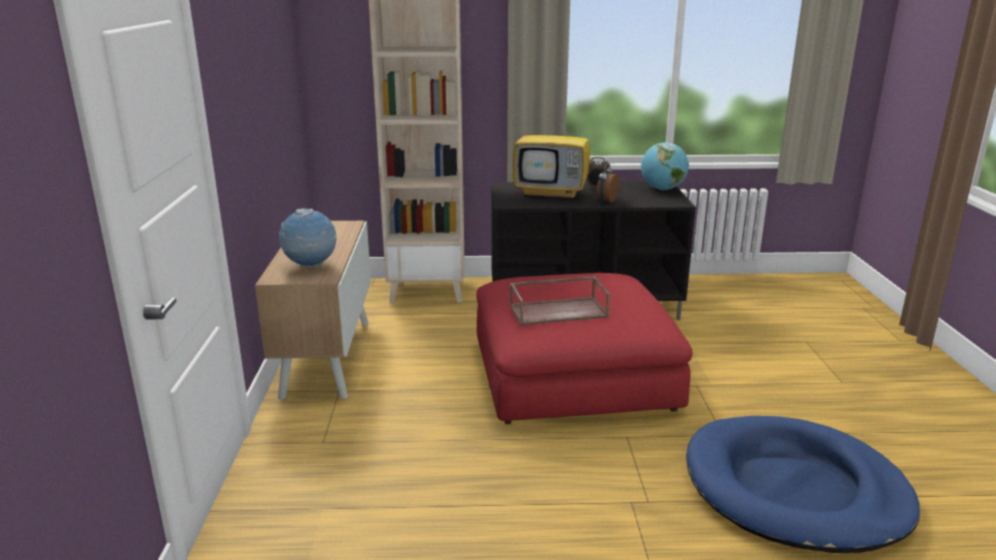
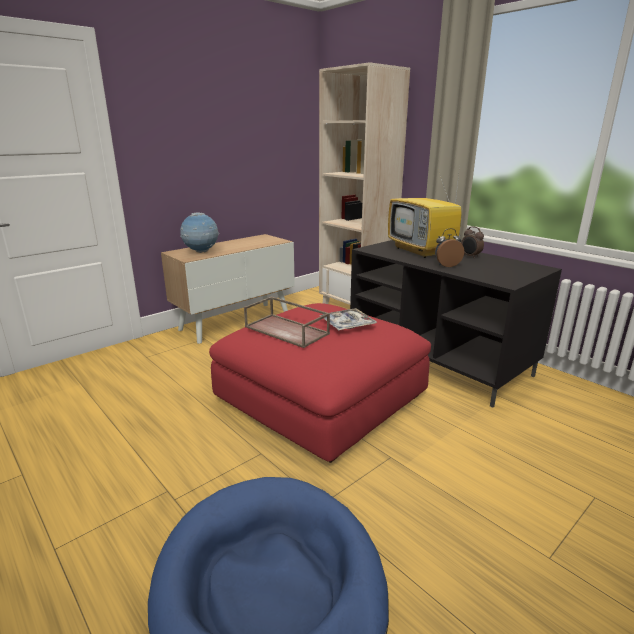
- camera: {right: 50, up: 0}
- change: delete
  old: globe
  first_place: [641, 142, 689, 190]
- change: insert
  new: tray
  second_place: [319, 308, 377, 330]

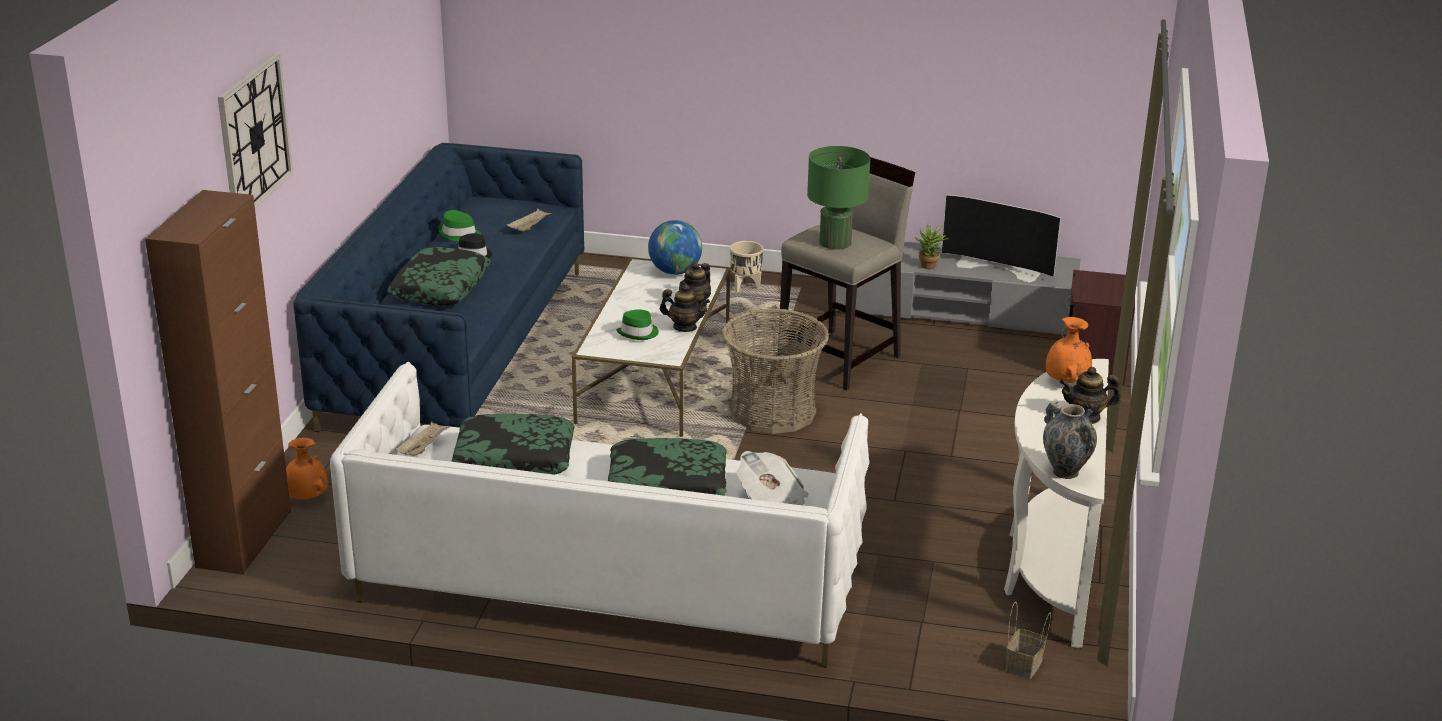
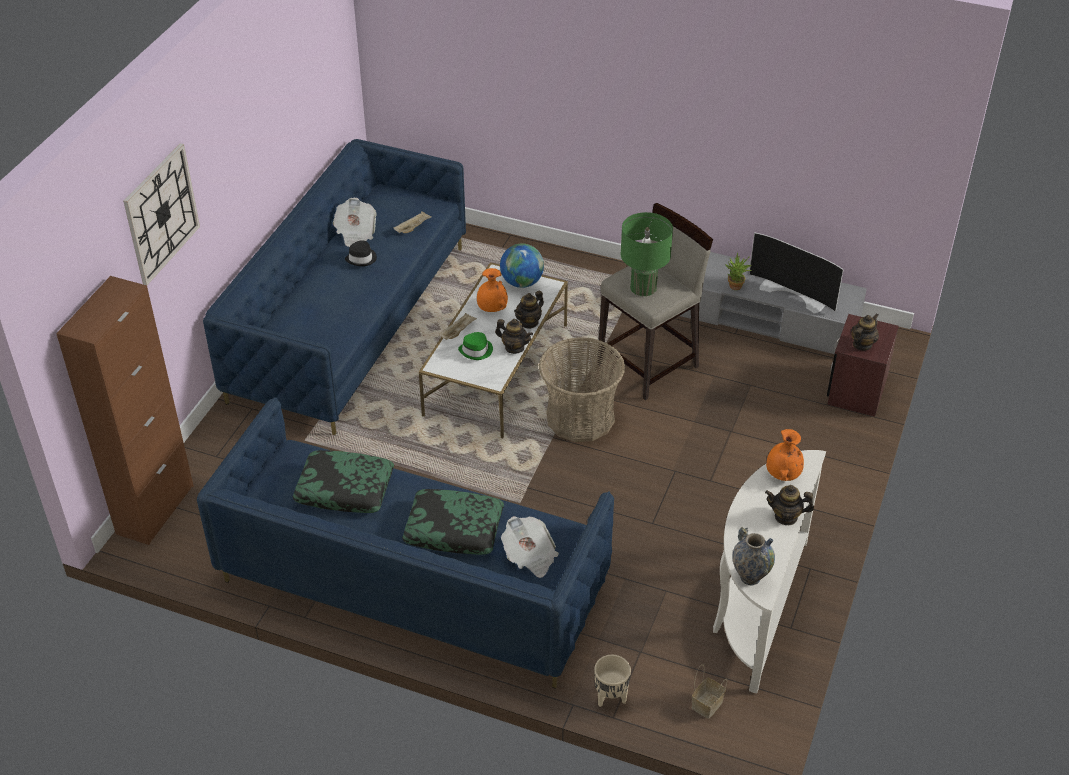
- camera: {right: 10, up: 15}
- change: move
  old: flower vase (orangey)
  first_place: [286, 438, 328, 499]
  second_place: [477, 268, 508, 312]
- change: recolor
  old: couch (white)
  new: couch (blue-coloured)
  first_place: [330, 362, 869, 668]
  second_place: [197, 398, 614, 689]
- change: delete
  old: throw pillow
  first_place: [387, 247, 490, 306]
- change: move
  old: tray (beige)
  first_place: [395, 422, 450, 456]
  second_place: [439, 313, 477, 340]
- change: replace
  old: hat (green)
  new: newspaper
  first_place: [438, 210, 481, 241]
  second_place: [333, 198, 377, 247]
- change: move
  old: planter (beige)
  first_place: [730, 241, 763, 292]
  second_place: [594, 655, 631, 707]
- change: insert
  new: teapot
  second_place: [851, 313, 879, 351]

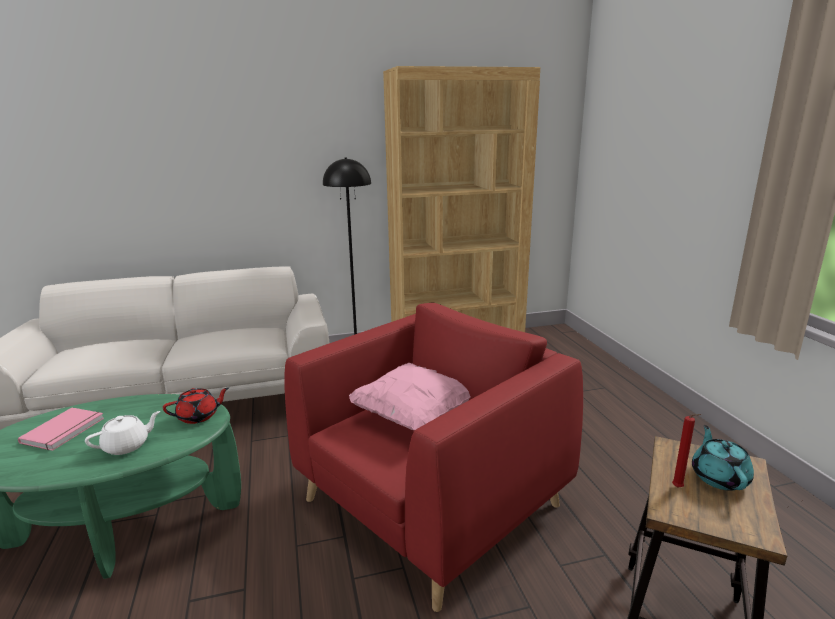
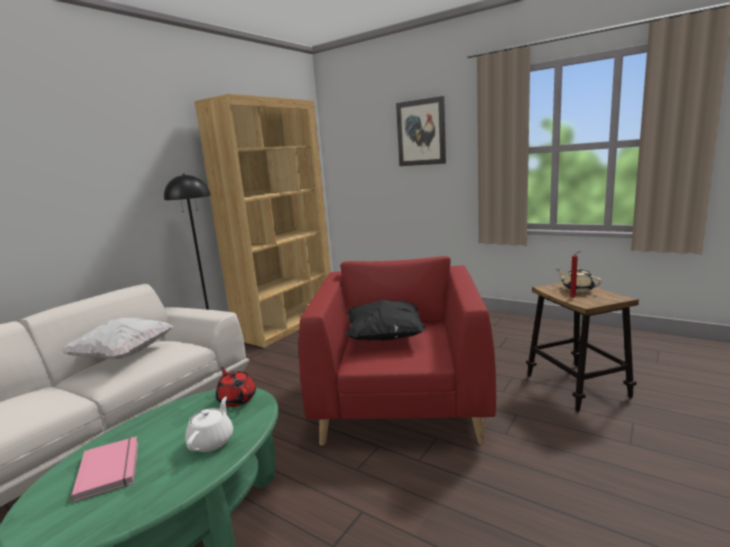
- camera: {right: -40, up: -5}
- change: rotate
  old: teapot (red-coloured)
  first_place: [163, 387, 229, 424]
  second_place: [216, 367, 256, 407]
  degrees: -60
- change: recolor
  old: throw pillow (pinkish)
  new: throw pillow (black-coloured)
  first_place: [349, 363, 470, 430]
  second_place: [346, 300, 425, 341]
- change: recolor
  old: teapot (turquoise)
  new: teapot (beige)
  first_place: [692, 425, 754, 491]
  second_place: [556, 268, 601, 293]
- change: insert
  new: throw pillow (white)
  second_place: [61, 318, 173, 359]
- change: insert
  new: picture
  second_place: [396, 96, 446, 166]

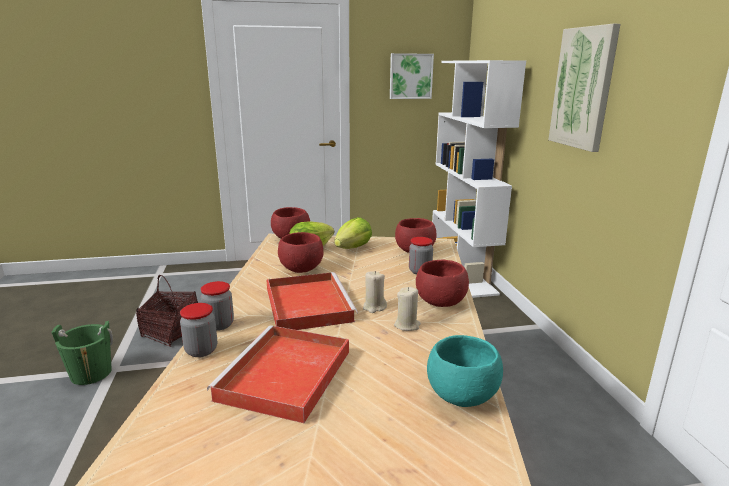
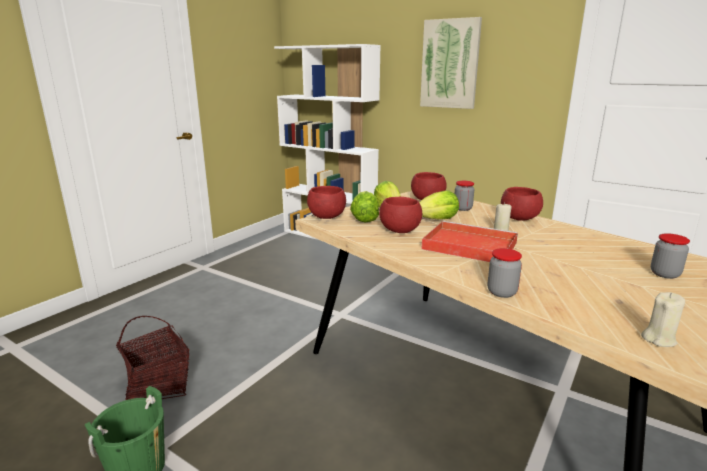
- camera: {right: -45, up: 0}
- change: move
  old: jar
  first_place: [200, 281, 234, 331]
  second_place: [651, 233, 690, 279]
- change: delete
  old: tray (red-coloured)
  first_place: [207, 325, 349, 423]
- change: delete
  old: picture
  first_place: [390, 53, 434, 99]
- change: move
  old: wax candle (beige)
  first_place: [394, 287, 421, 331]
  second_place: [641, 292, 685, 347]
- change: delete
  old: deep dish (turquoise)
  first_place: [427, 335, 503, 407]
- change: insert
  new: head of lettuce
  second_place: [419, 190, 459, 219]

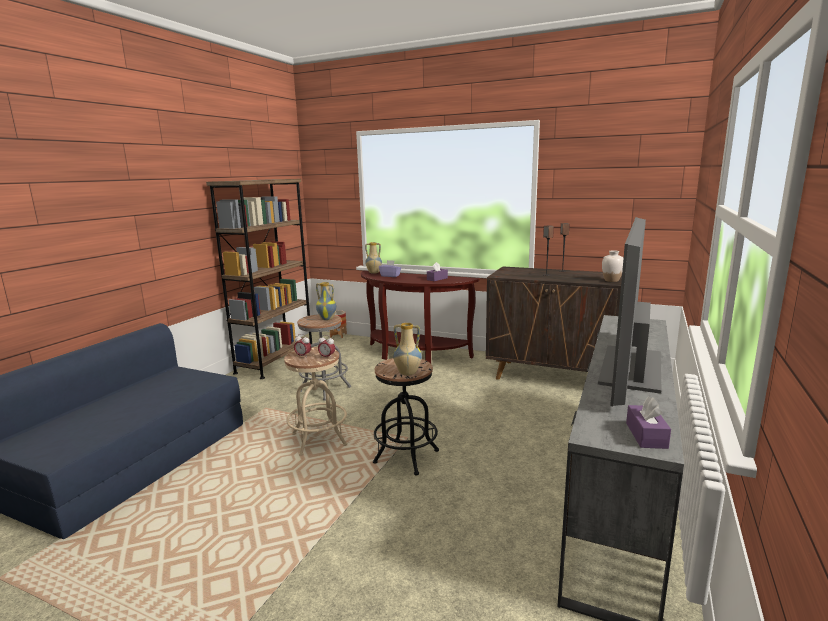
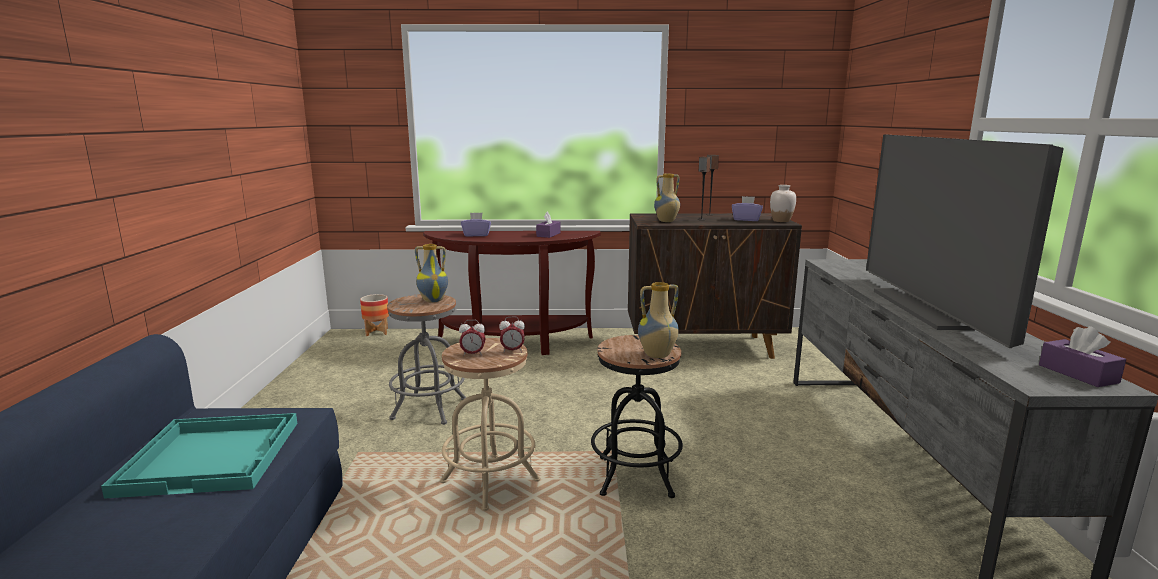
- camera: {right: -25, up: 0}
- change: delete
  old: bookshelf (brown-coloured)
  first_place: [206, 179, 312, 379]
- change: move
  old: flower vase
  first_place: [365, 242, 382, 274]
  second_place: [654, 174, 680, 222]
- change: insert
  new: tray (turquoise)
  second_place: [101, 413, 297, 499]
- change: insert
  new: box of tissues (purple)
  second_place: [732, 196, 763, 221]

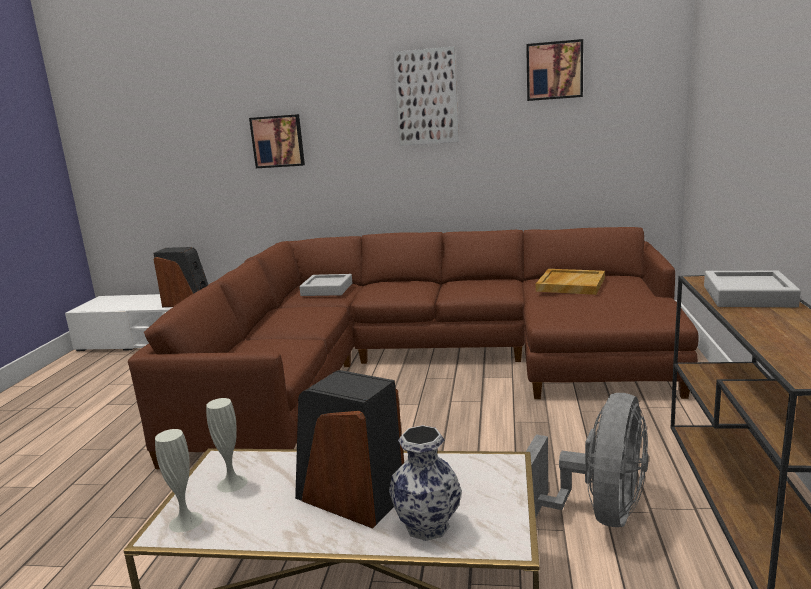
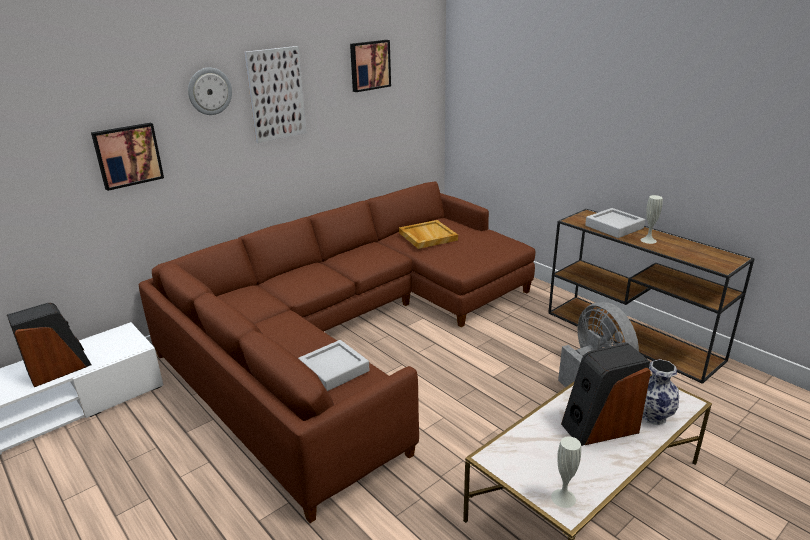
- camera: {right: -50, up: 10}
- change: move
  old: flower vase (white)
  first_place: [206, 398, 248, 492]
  second_place: [640, 195, 663, 244]
- change: move
  old: tray (grey)
  first_place: [299, 274, 352, 296]
  second_place: [298, 340, 370, 391]
- change: insert
  new: clock on the wall
  second_place: [188, 67, 232, 115]

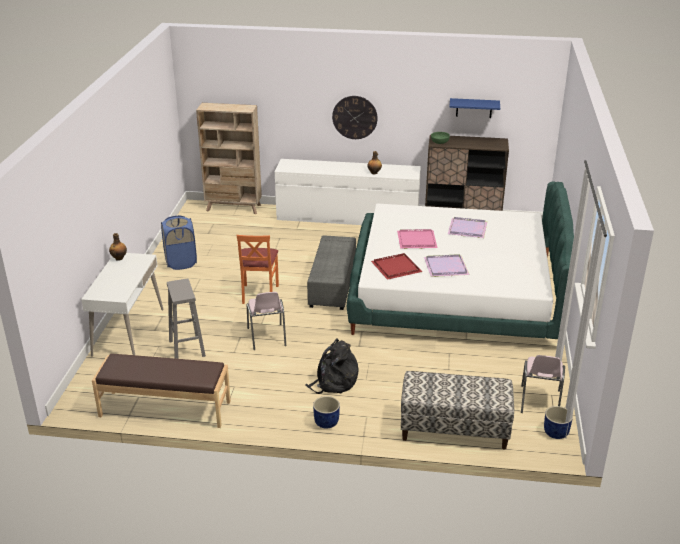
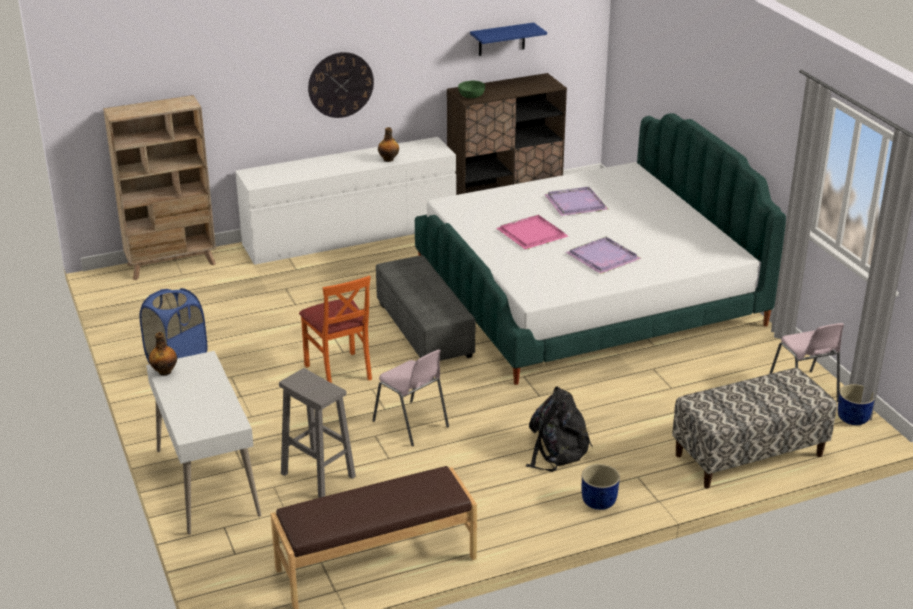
- camera: {right: -30, up: 0}
- change: delete
  old: tray (red-coloured)
  first_place: [371, 253, 422, 280]

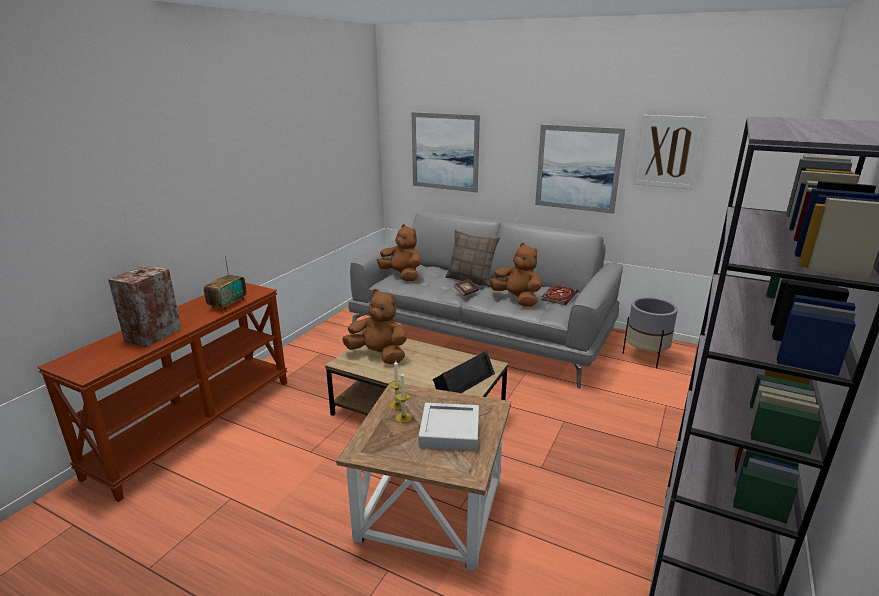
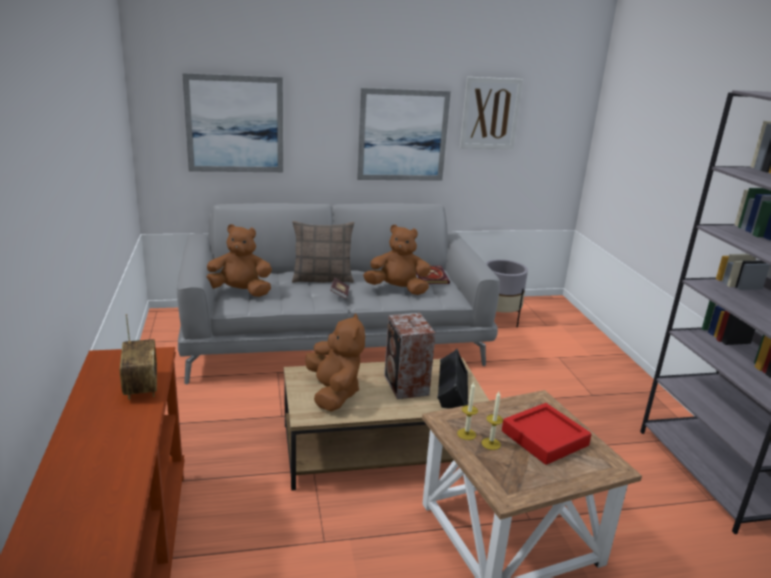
- camera: {right: -40, up: 0}
- change: move
  old: loudspeaker
  first_place: [108, 265, 182, 347]
  second_place: [384, 313, 436, 399]
- change: rotate
  old: soft toy (brown-coloured)
  first_place: [342, 289, 407, 364]
  second_place: [305, 313, 365, 412]
  degrees: 90
- change: recolor
  old: tray (grey)
  new: tray (red-coloured)
  first_place: [418, 403, 479, 451]
  second_place: [502, 403, 592, 465]

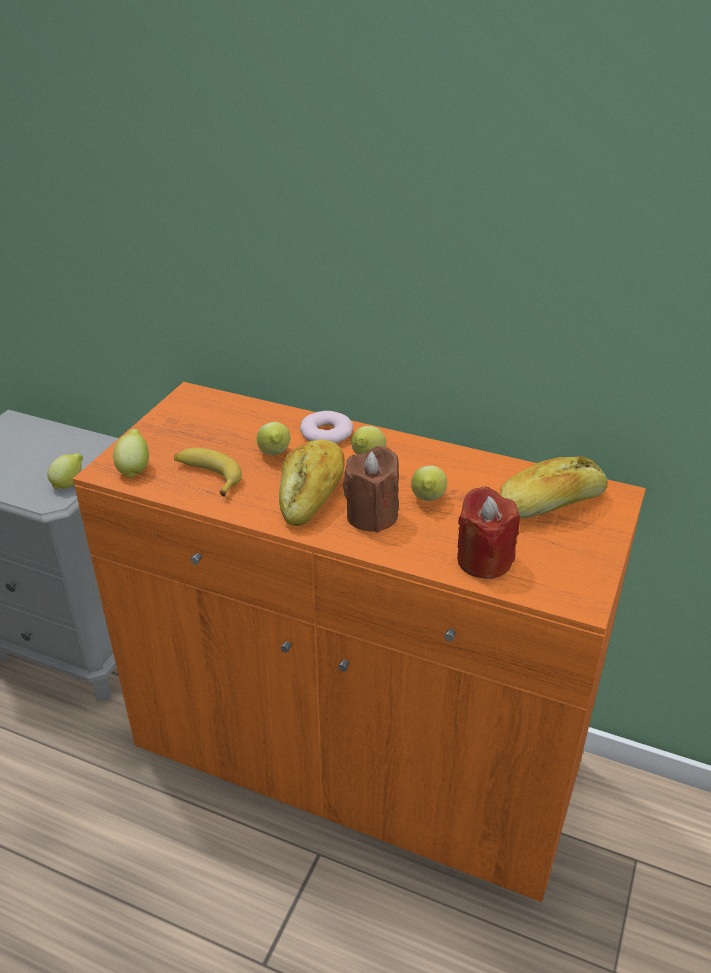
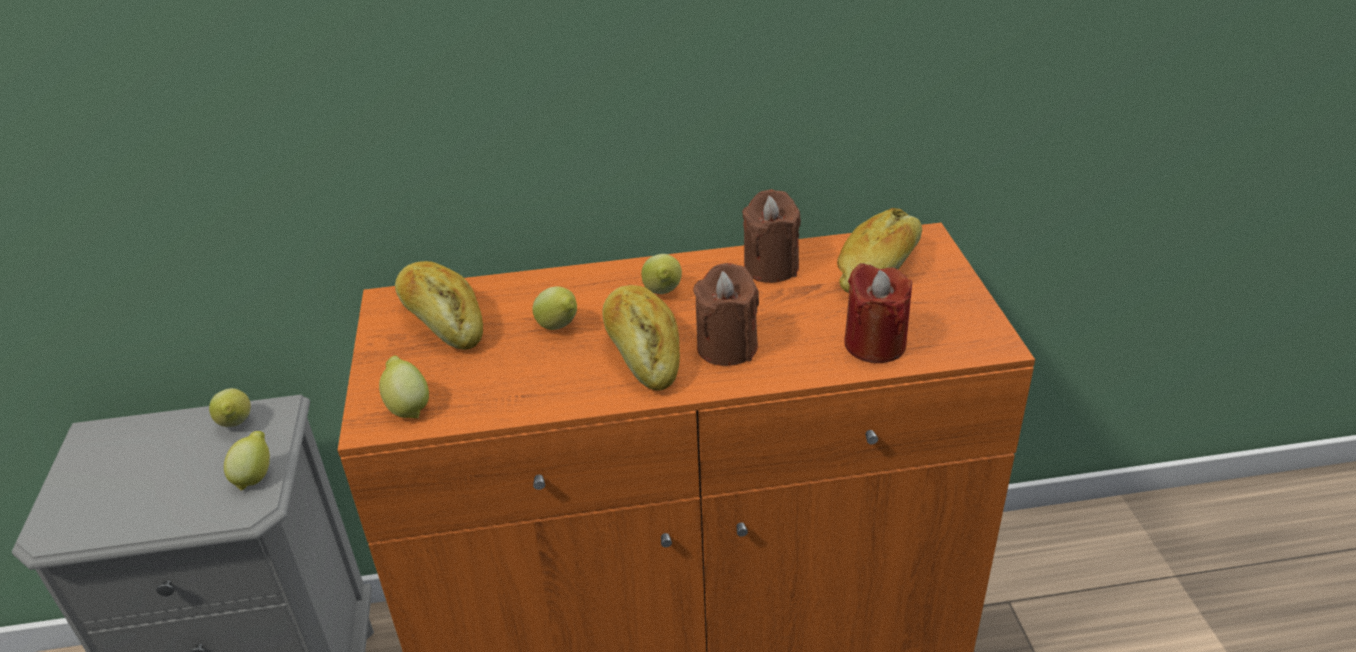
- camera: {right: -30, up: 0}
- change: delete
  old: banana
  first_place: [174, 448, 242, 497]
- change: delete
  old: doughnut
  first_place: [300, 411, 353, 444]
- change: move
  old: whole lemon
  first_place: [411, 466, 447, 501]
  second_place: [209, 388, 251, 427]
- change: insert
  new: bread
  second_place: [395, 261, 483, 350]
- change: insert
  new: wax candle (brown-coloured)
  second_place: [742, 189, 801, 283]

